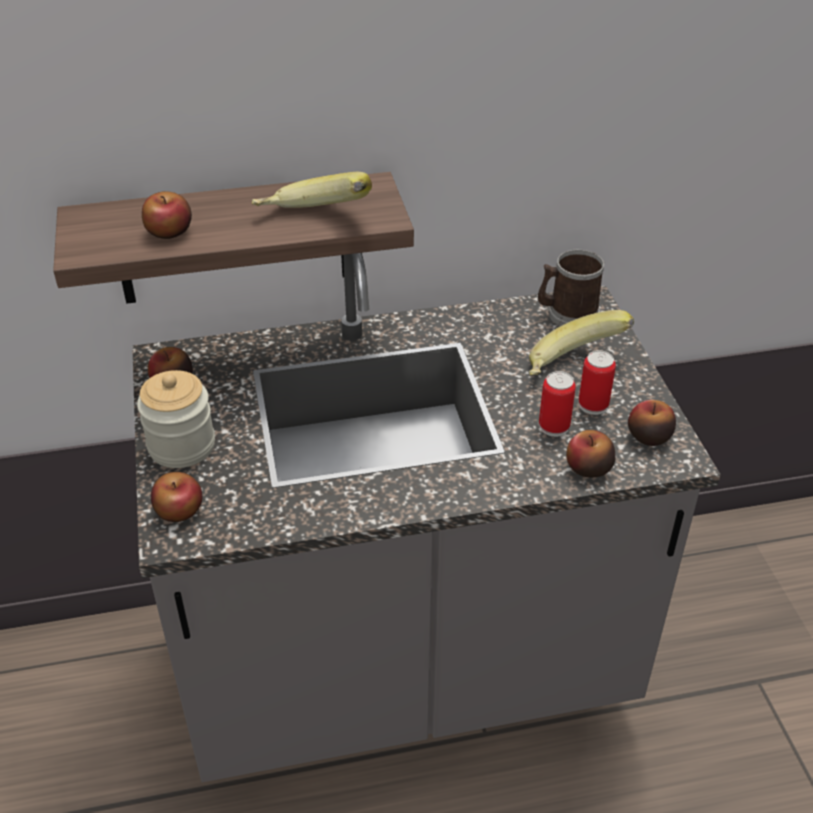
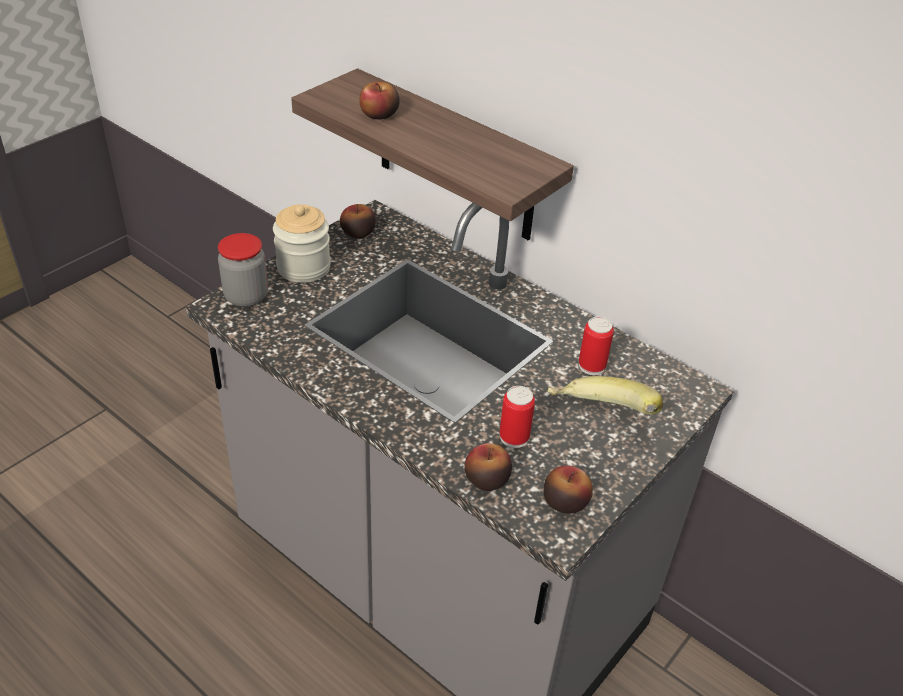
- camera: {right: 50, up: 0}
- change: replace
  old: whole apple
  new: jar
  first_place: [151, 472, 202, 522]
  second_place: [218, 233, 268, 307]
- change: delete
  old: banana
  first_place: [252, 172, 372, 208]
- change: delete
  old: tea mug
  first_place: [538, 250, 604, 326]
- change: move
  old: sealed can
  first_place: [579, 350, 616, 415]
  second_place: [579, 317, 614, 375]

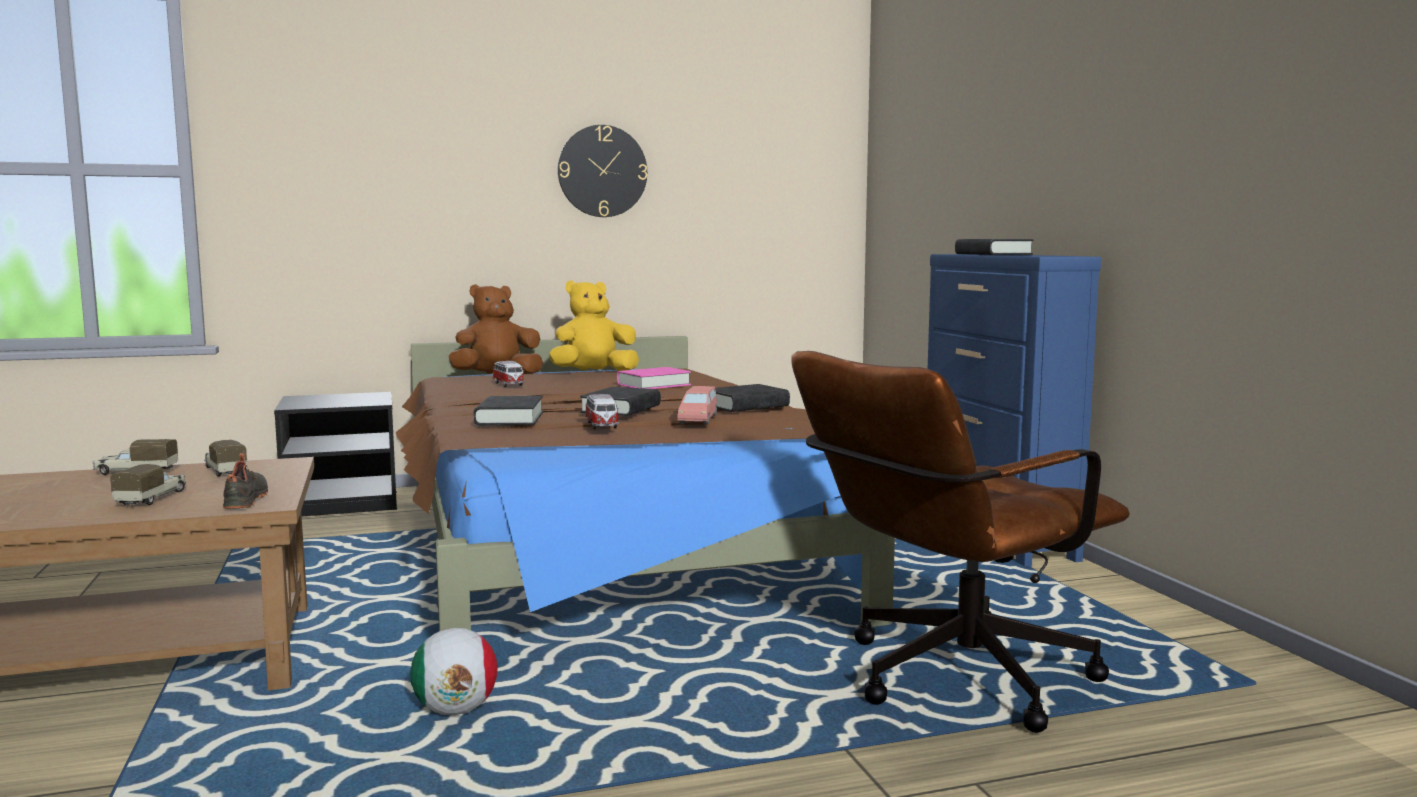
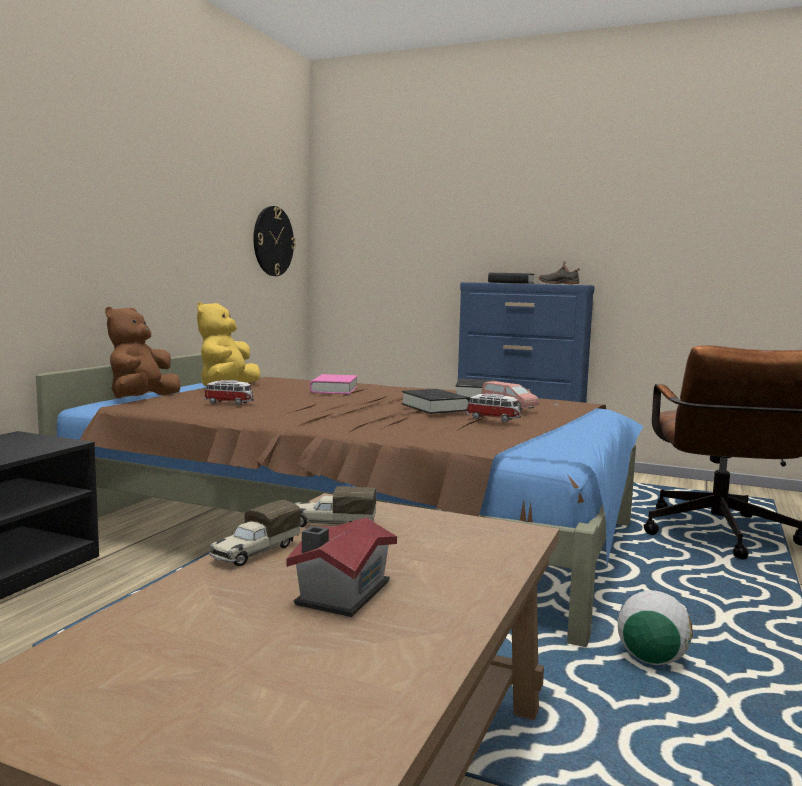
- camera: {right: -50, up: 0}
- change: delete
  old: toy lorry
  first_place: [110, 464, 186, 505]
- change: move
  old: low shoe (black-coloured)
  first_place: [223, 453, 268, 509]
  second_place: [539, 261, 580, 284]
- change: delete
  old: book (black-coloured)
  first_place: [473, 396, 543, 425]
- change: move
  old: clock on the wall
  first_place: [558, 125, 647, 217]
  second_place: [253, 206, 296, 276]
- change: insert
  new: model house
  second_place: [286, 517, 397, 617]

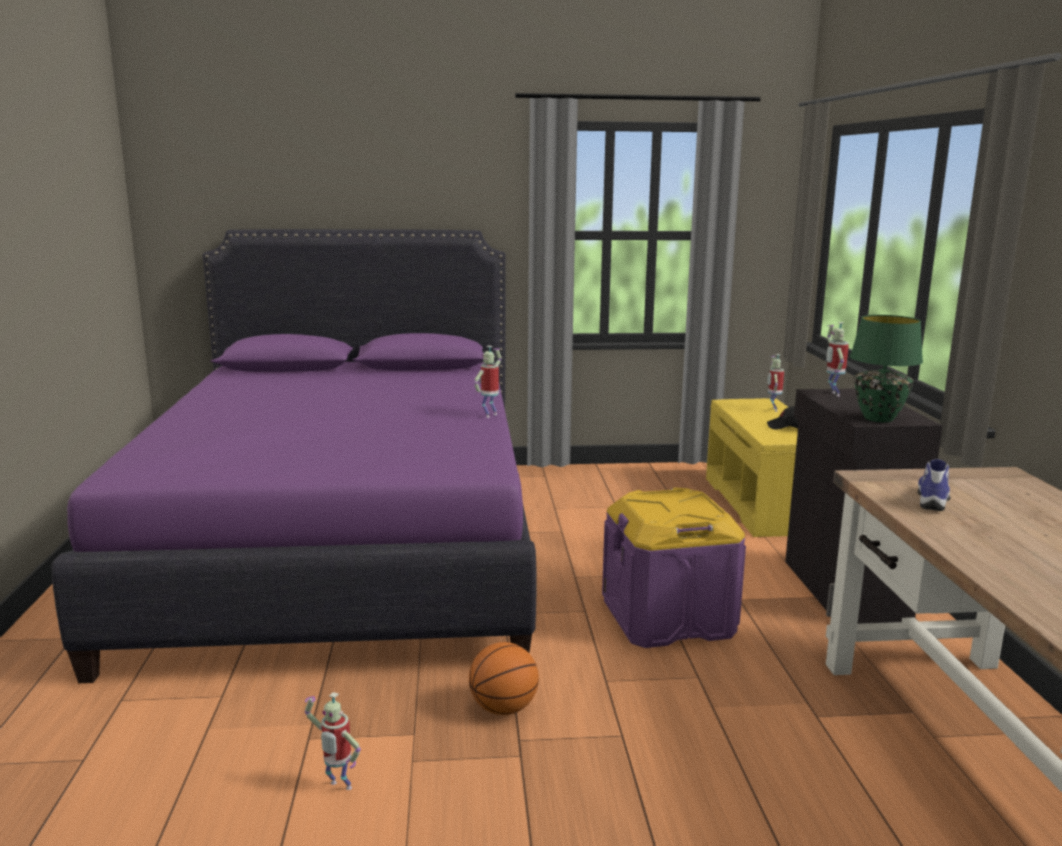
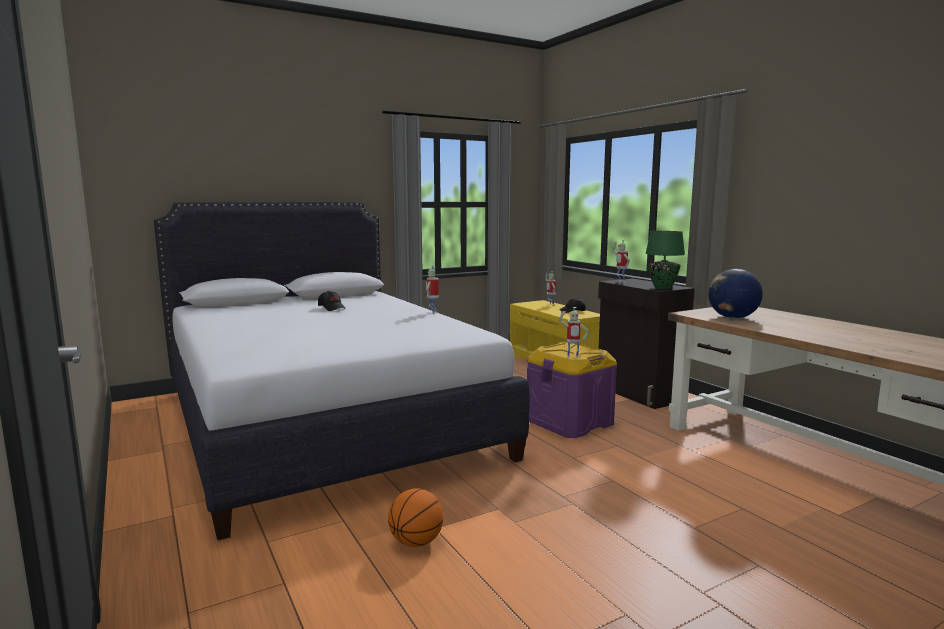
- camera: {right: -25, up: -5}
- change: recolor
  old: sleeping bed (purple)
  new: sleeping bed (white)
  first_place: [51, 229, 537, 683]
  second_place: [154, 201, 530, 541]
- change: move
  old: robot figure
  first_place: [305, 692, 361, 790]
  second_place: [559, 307, 589, 358]
- change: move
  old: basketball ball
  first_place: [469, 642, 539, 715]
  second_place: [388, 488, 444, 547]
- change: replace
  old: low shoe
  new: globe
  first_place: [918, 459, 951, 511]
  second_place: [708, 269, 763, 319]
- change: insert
  new: peaked cap (black-coloured)
  second_place: [318, 291, 346, 311]

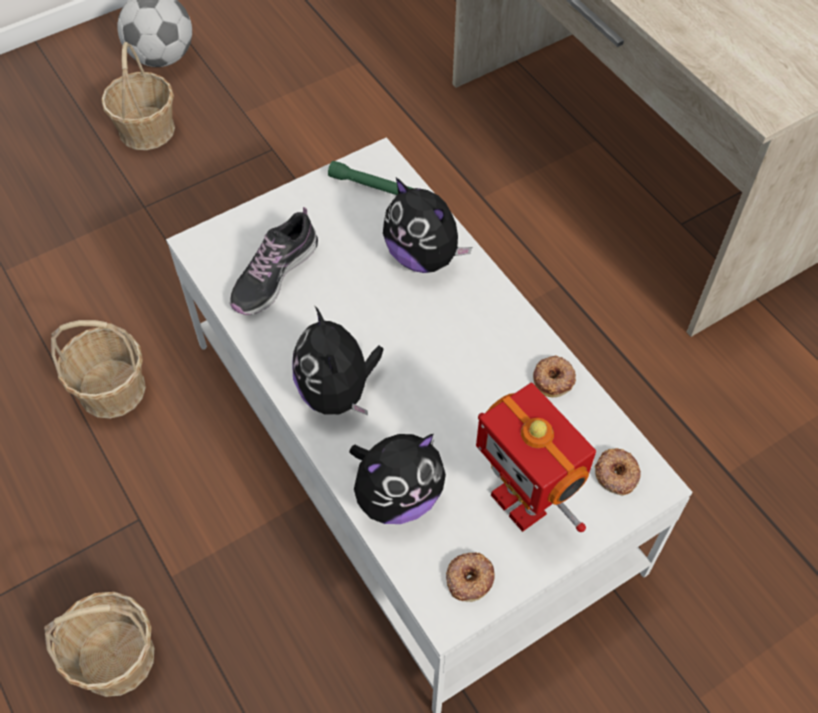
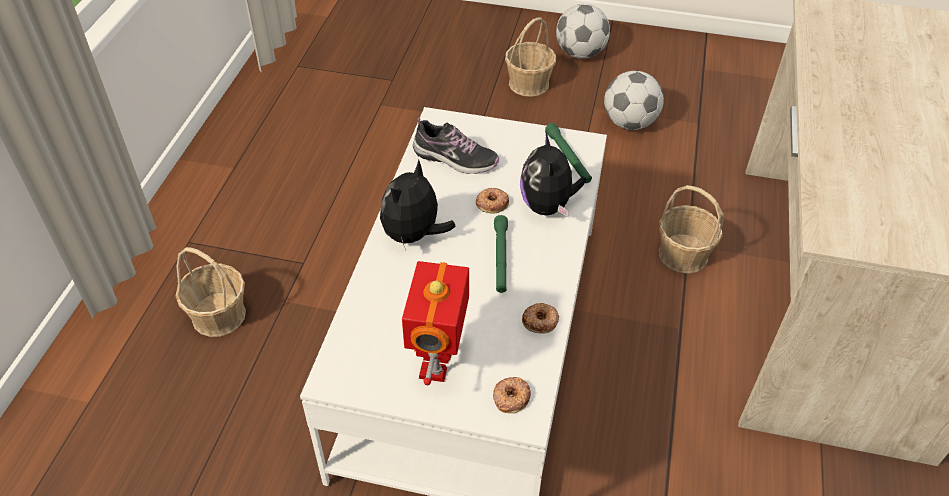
- camera: {right: 45, up: -10}
- change: move
  old: household basket
  first_place: [51, 320, 146, 419]
  second_place: [659, 185, 723, 273]
- change: rotate
  old: low shoe
  first_place: [230, 207, 318, 315]
  second_place: [413, 117, 499, 174]
  degrees: -150
- change: delete
  old: soft toy
  first_place: [349, 434, 446, 524]
- change: move
  old: doughnut
  first_place: [446, 552, 495, 602]
  second_place: [476, 187, 509, 214]
- change: insert
  new: hand torch (green)
  second_place: [494, 215, 508, 293]
- change: insert
  new: football
  second_place: [604, 71, 664, 130]

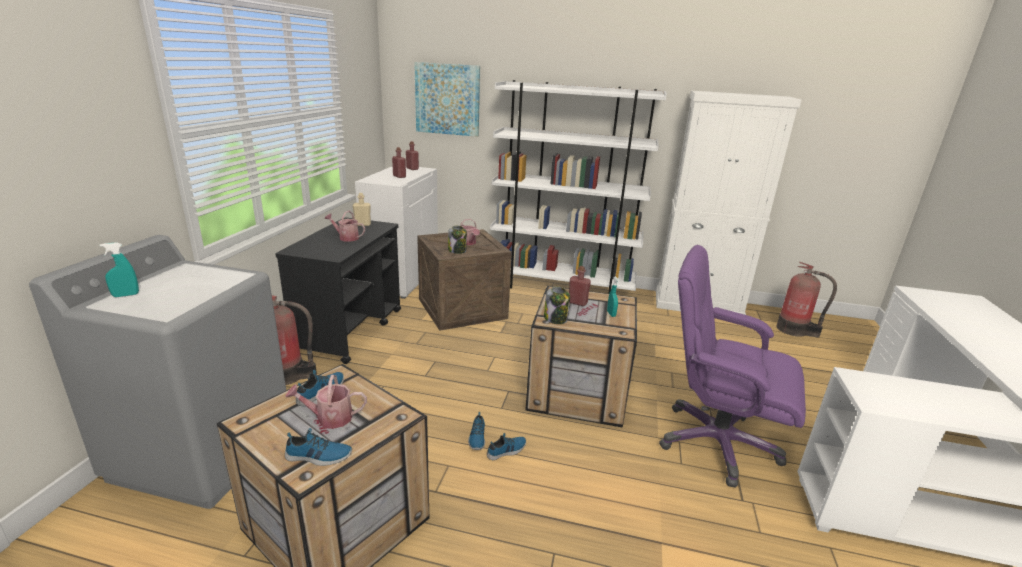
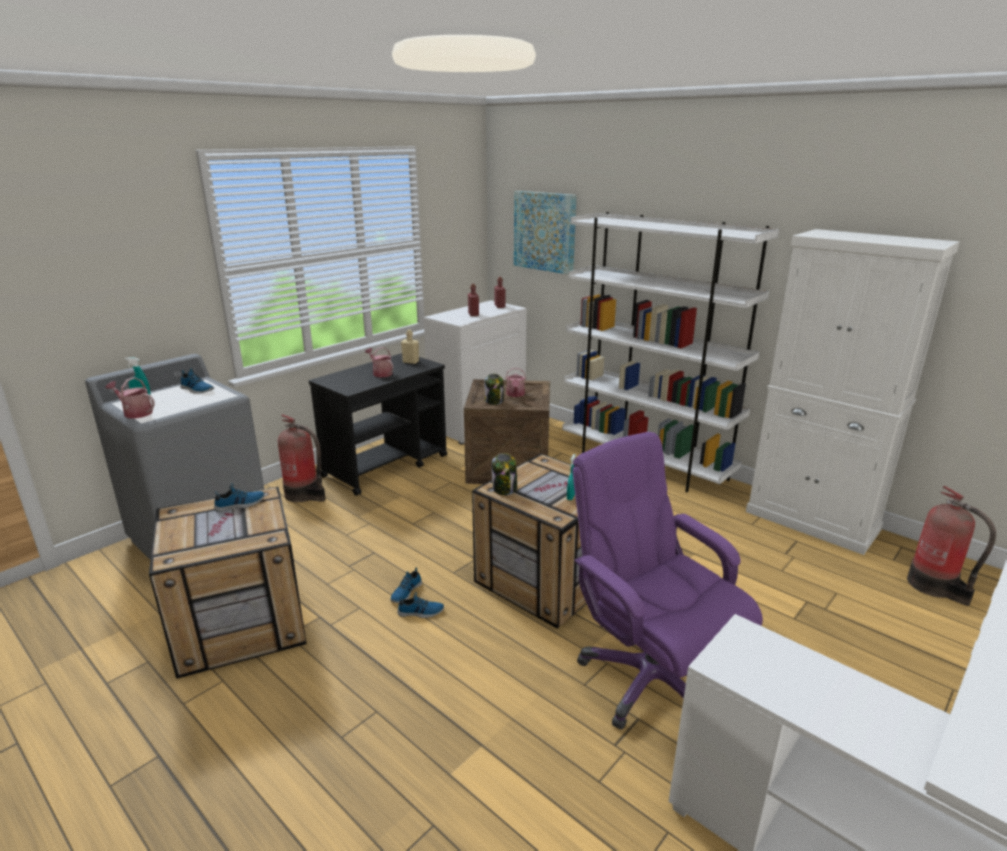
- camera: {right: 30, up: 0}
- change: move
  old: low shoe
  first_place: [285, 428, 352, 466]
  second_place: [180, 368, 214, 394]
- change: move
  old: watering pot
  first_place: [286, 375, 367, 429]
  second_place: [105, 377, 155, 419]
- change: delete
  old: bottle (red-coloured)
  first_place: [569, 266, 591, 306]

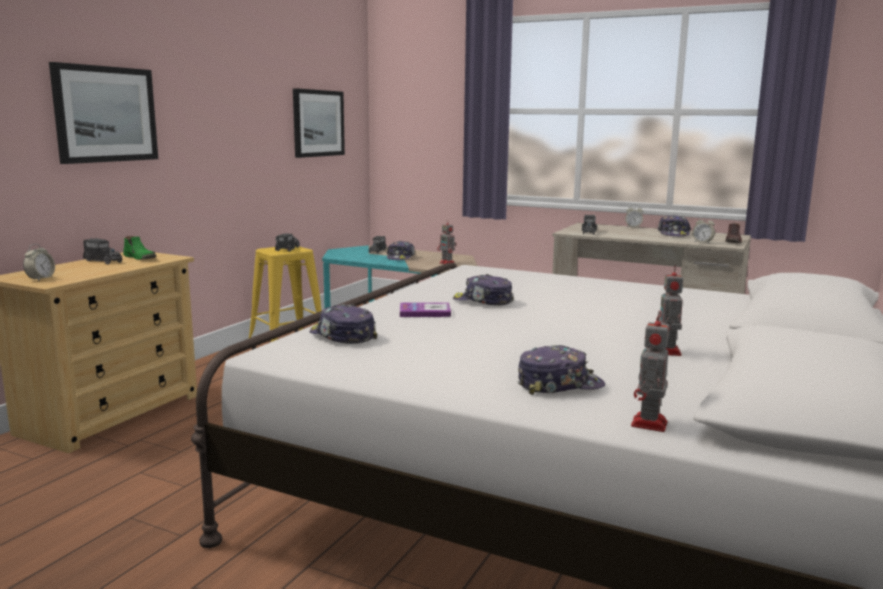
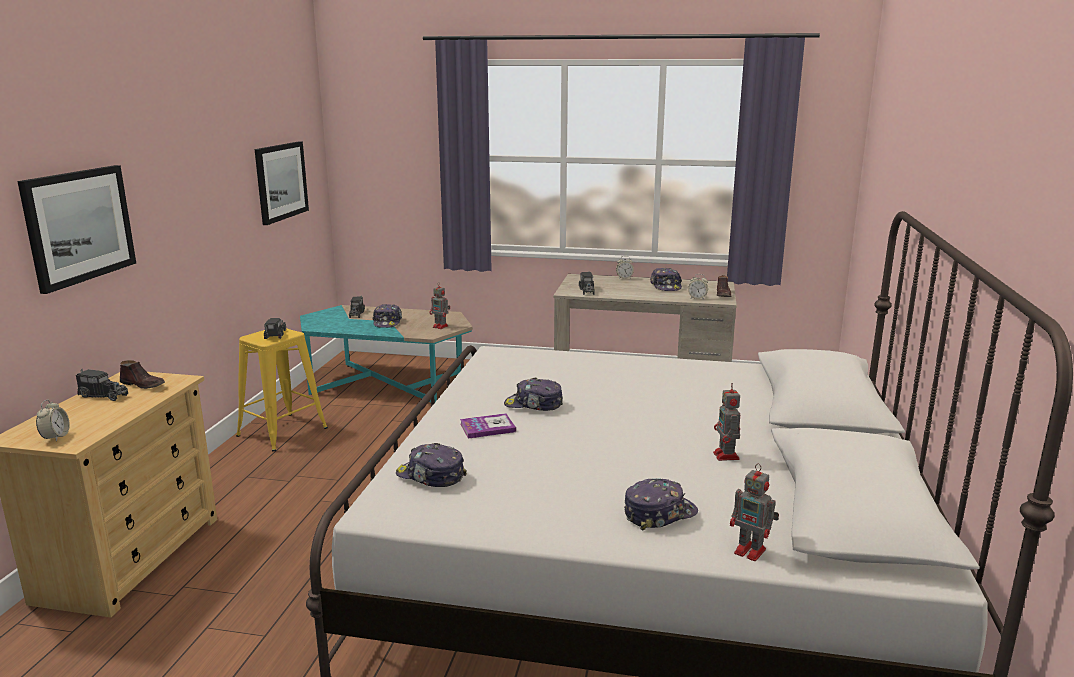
- camera: {right: -15, up: 5}
- change: recolor
  old: low shoe (green)
  new: low shoe (brown-coloured)
  first_place: [123, 236, 156, 259]
  second_place: [120, 360, 165, 389]
- change: rotate
  old: robot figure
  first_place: [631, 311, 669, 432]
  second_place: [730, 463, 779, 561]
  degrees: -60

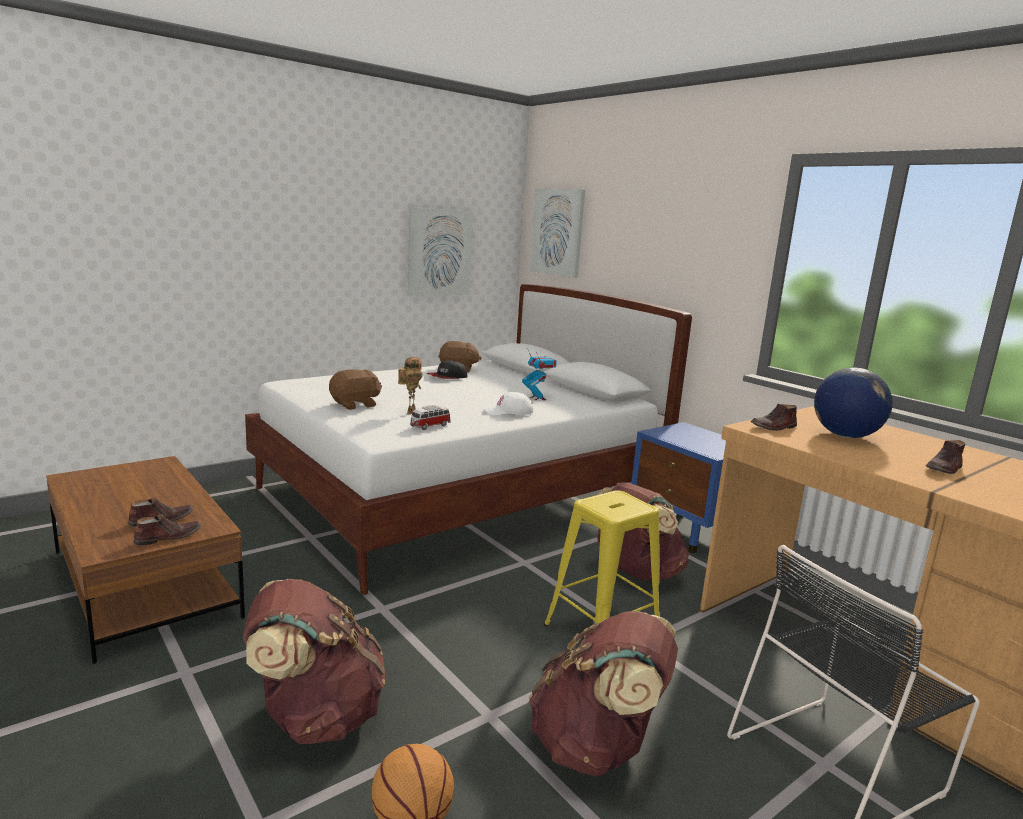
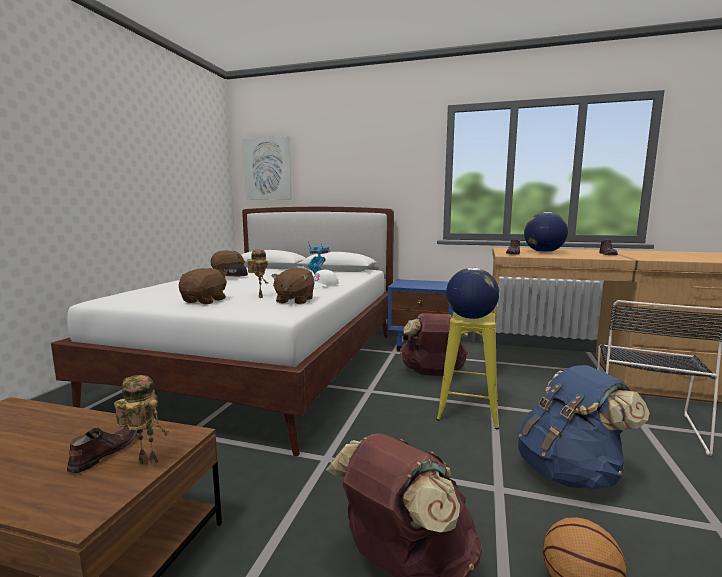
- camera: {right: -35, up: -5}
- change: replace
  old: low shoe (brown-coloured)
  new: robot figure
  first_place: [134, 514, 201, 545]
  second_place: [114, 375, 169, 467]
- change: delete
  old: picture
  first_place: [408, 207, 473, 296]
- change: replace
  old: toy car
  new: soft toy (brown-coloured)
  first_place: [410, 405, 451, 430]
  second_place: [271, 267, 315, 304]
- change: recolor
  old: knapsack (brown-coloured)
  new: knapsack (blue-coloured)
  first_place: [529, 611, 678, 776]
  second_place: [517, 365, 649, 490]
- change: insert
  new: globe
  second_place: [446, 268, 499, 319]

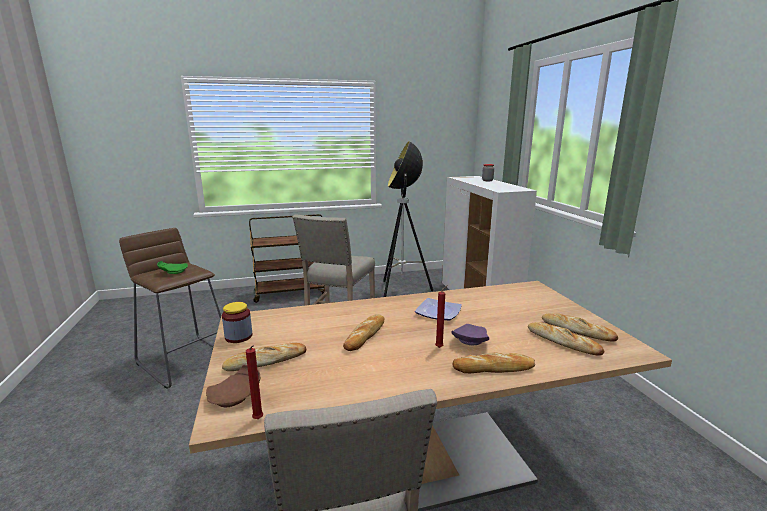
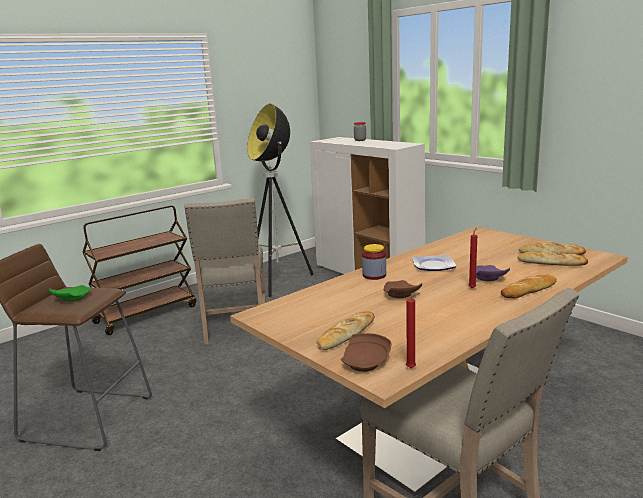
- camera: {right: -25, up: 0}
- change: move
  old: jar
  first_place: [222, 302, 252, 343]
  second_place: [362, 244, 386, 280]
- change: replace
  old: bread
  new: dinner plate (brown-coloured)
  first_place: [343, 314, 385, 351]
  second_place: [384, 280, 422, 298]

